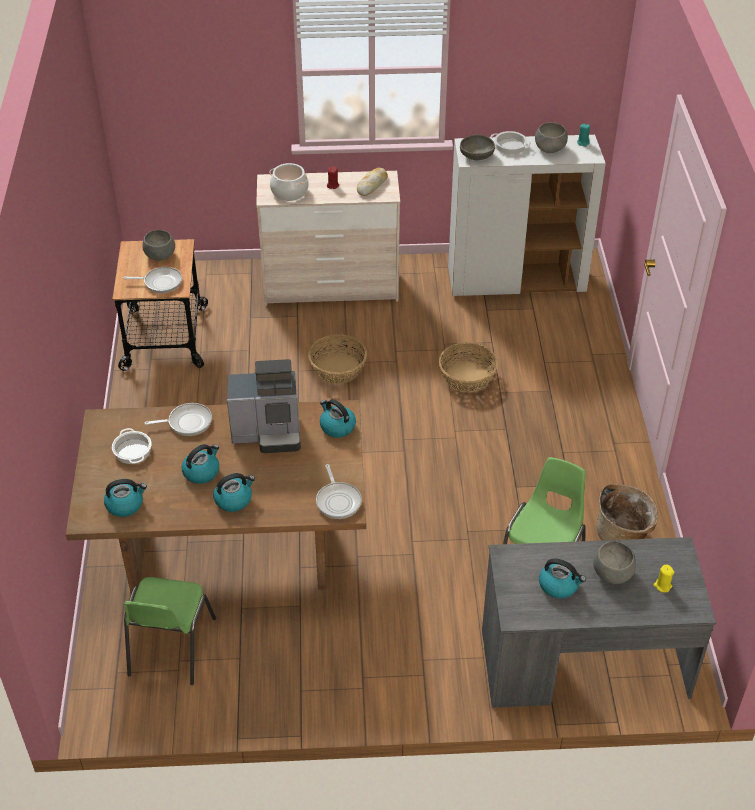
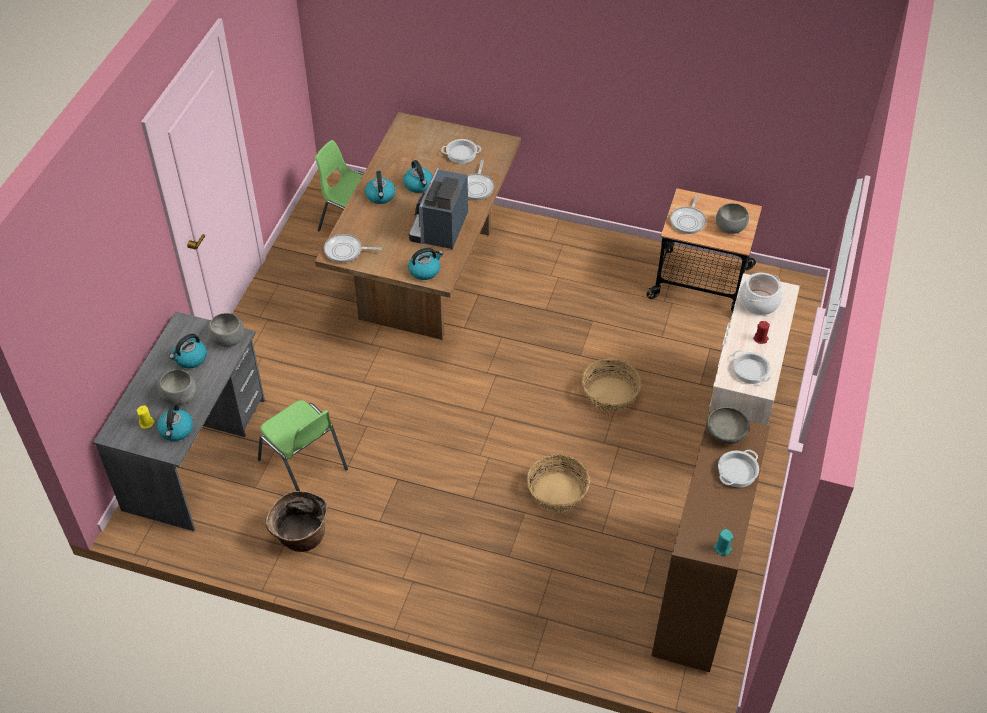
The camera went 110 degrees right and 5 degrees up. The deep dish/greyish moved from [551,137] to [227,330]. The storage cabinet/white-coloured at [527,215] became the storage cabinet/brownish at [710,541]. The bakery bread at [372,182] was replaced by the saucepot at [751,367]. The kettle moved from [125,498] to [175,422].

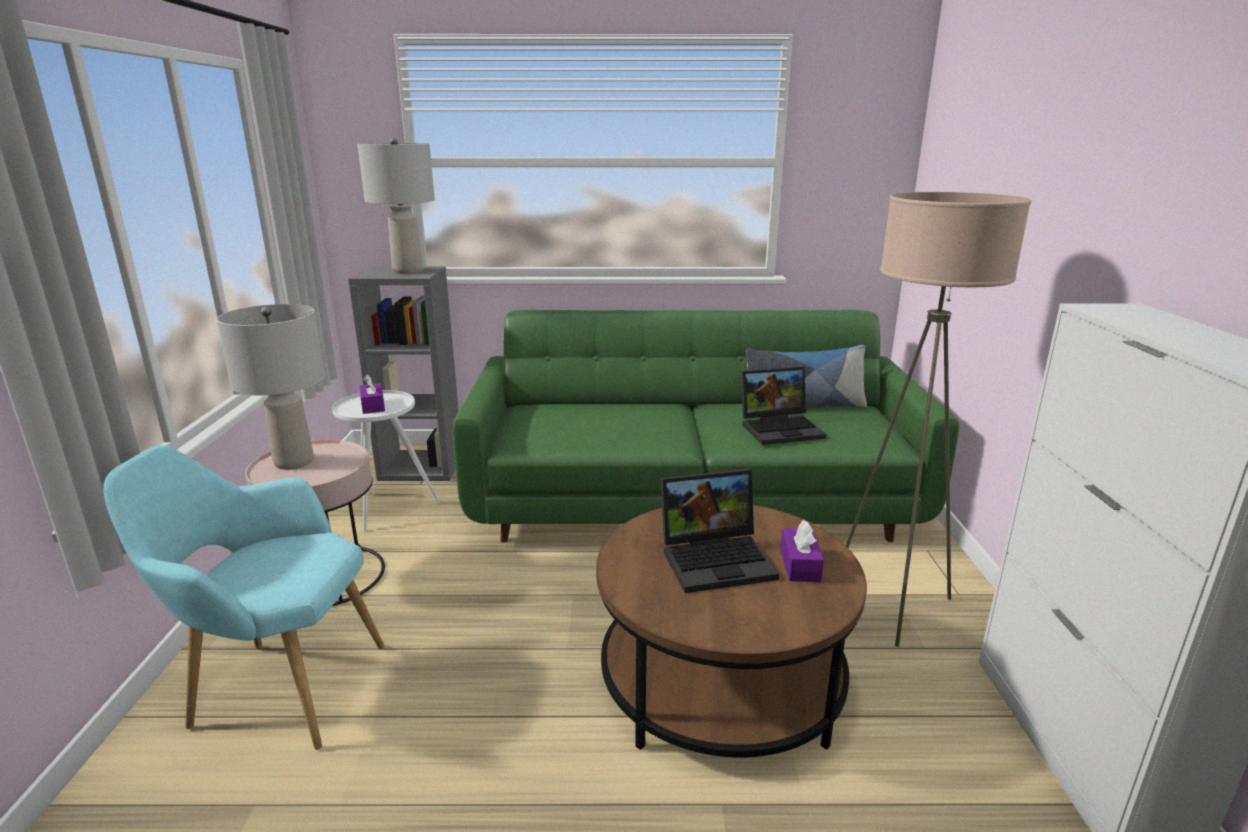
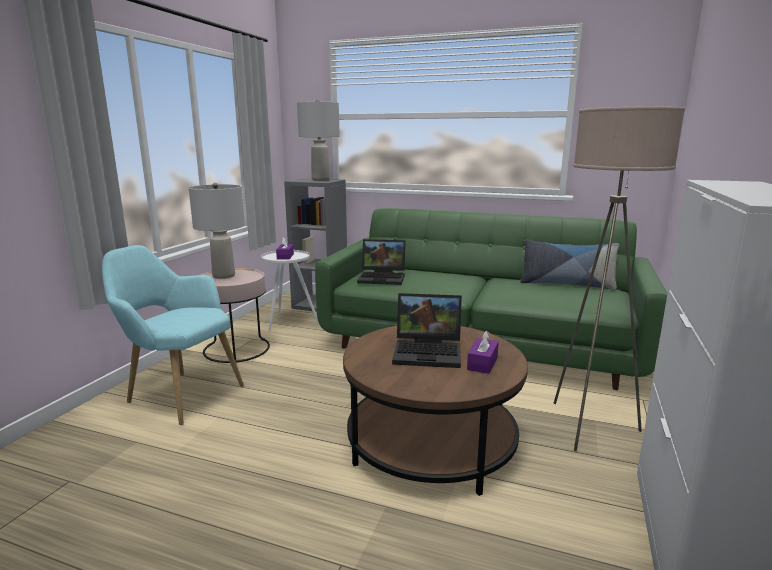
The camera went 20 degrees right and 5 degrees down. The laptop moved from [783,406] to [381,262].

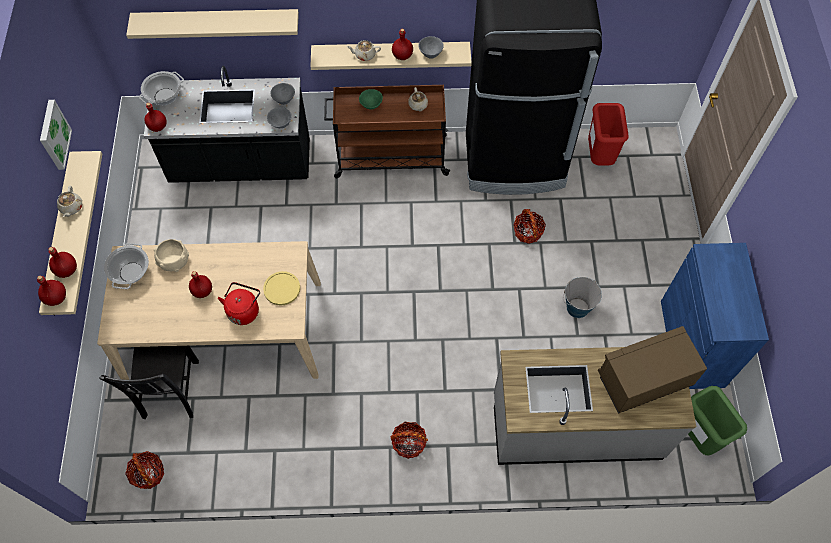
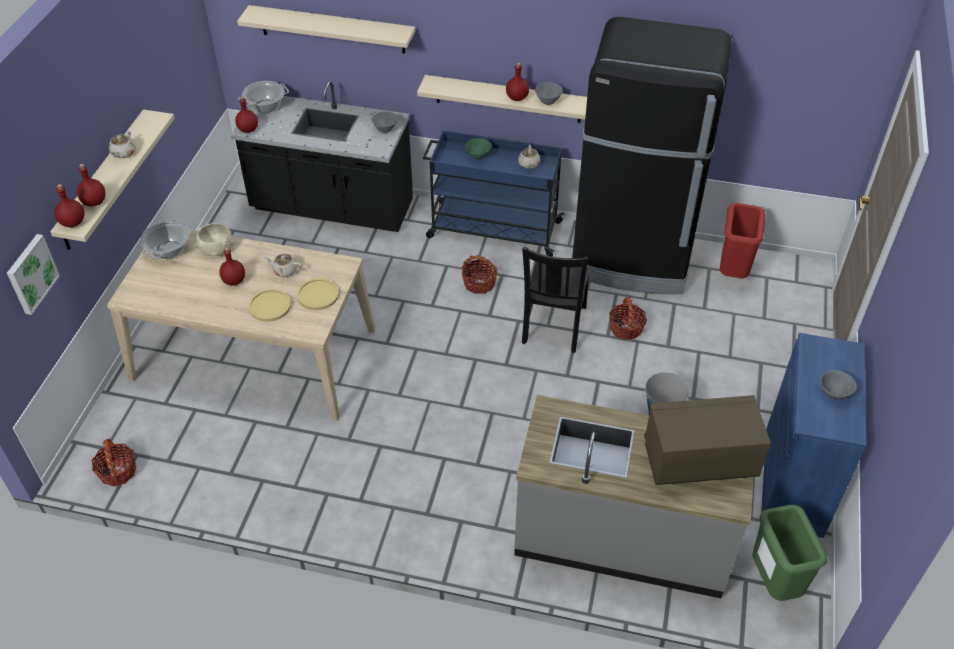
The camera went 15 degrees right and 15 degrees down. The teapot/beige moved from [364,50] to [282,265]. The cart/brownish at [387,131] became the cart/bluish at [494,194]. The picture moved from [56,135] to [33,274]. The deep dish/greyish moved from [279,117] to [839,385]. The kettle/reddish at [239,303] was replaced by the flat dish/yellow-coloured at [270,305]. The chair/black-coloured moved from [149,382] to [556,300]. The household basket moved from [409,440] to [480,274].

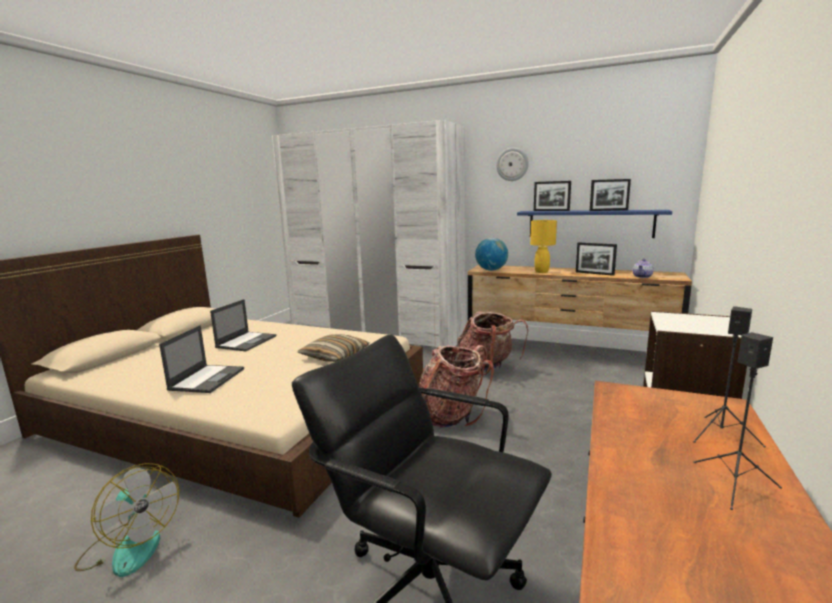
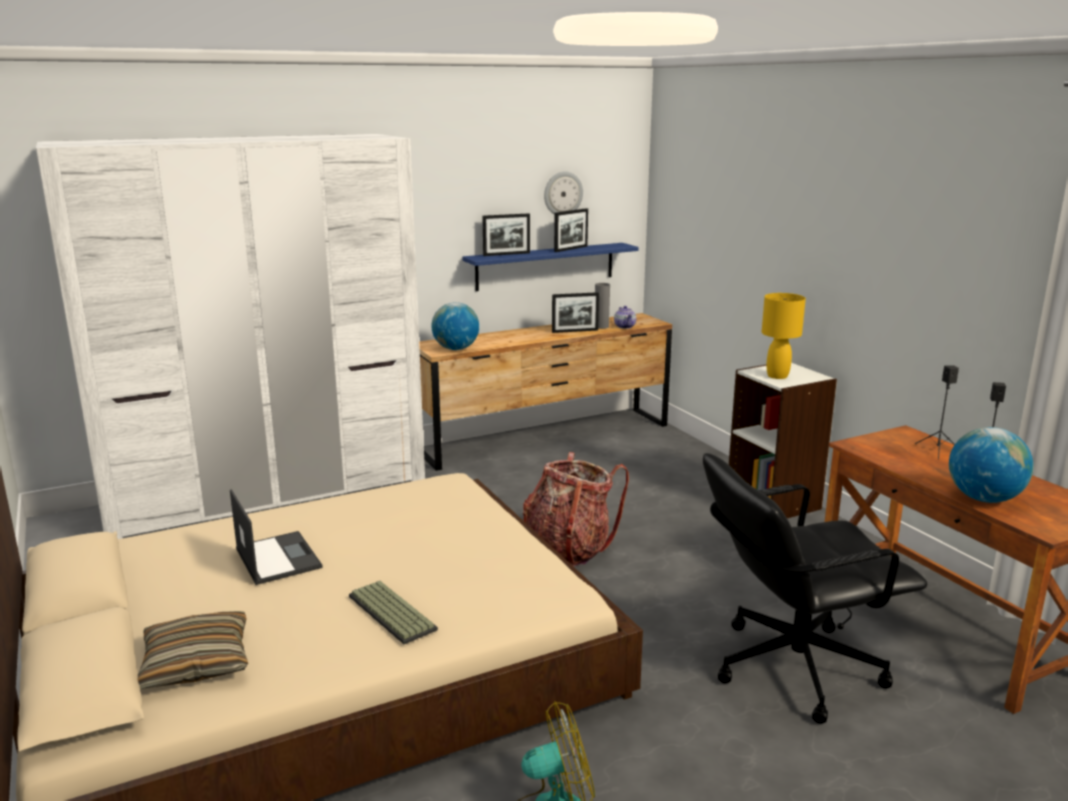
The camera went 50 degrees left and 5 degrees up. The clock on the wall moved from [512,164] to [563,193]. The lamp for a table/yellow-coloured moved from [543,246] to [784,336]. The backpack at [492,343] disappeared. The laptop at [201,359] was replaced by the PC keyboard at [393,612]. The cushion moved from [333,348] to [193,650]. The vase/greyish at [602,306] appeared. The desk globe at [991,465] appeared.

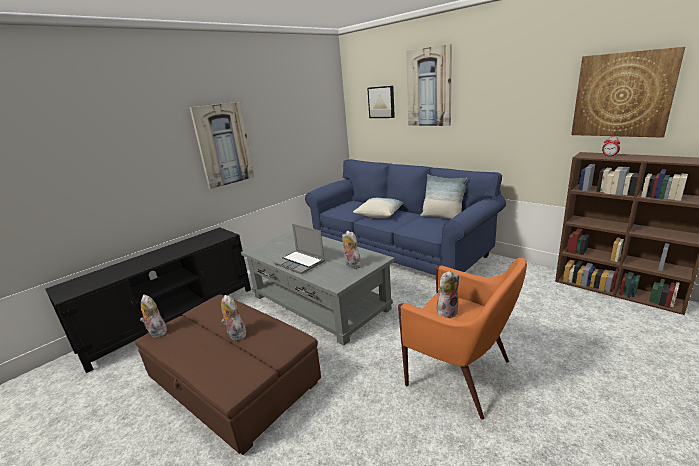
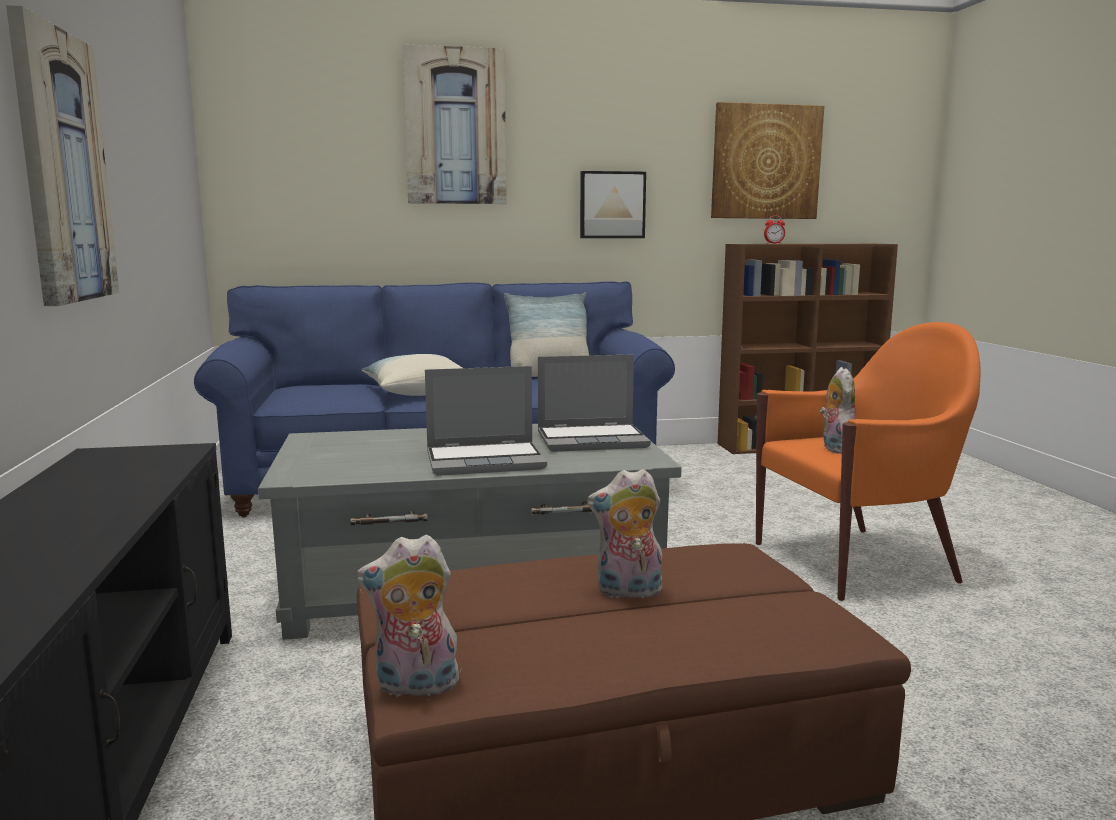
The camera went 55 degrees left and 10 degrees down. The picture moved from [381,102] to [613,204]. The cuddly toy at [352,250] was replaced by the laptop at [594,403].

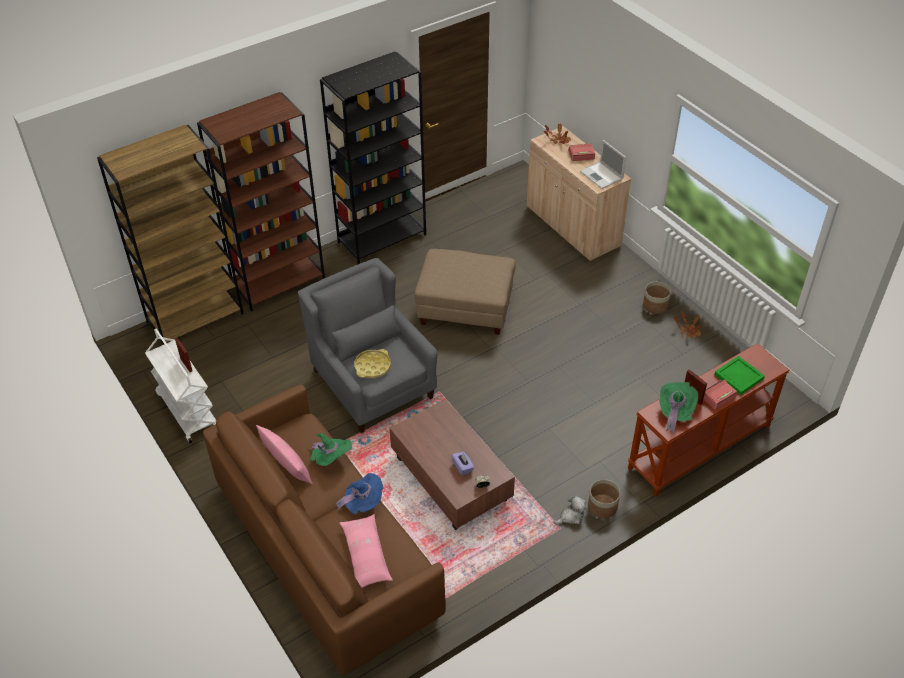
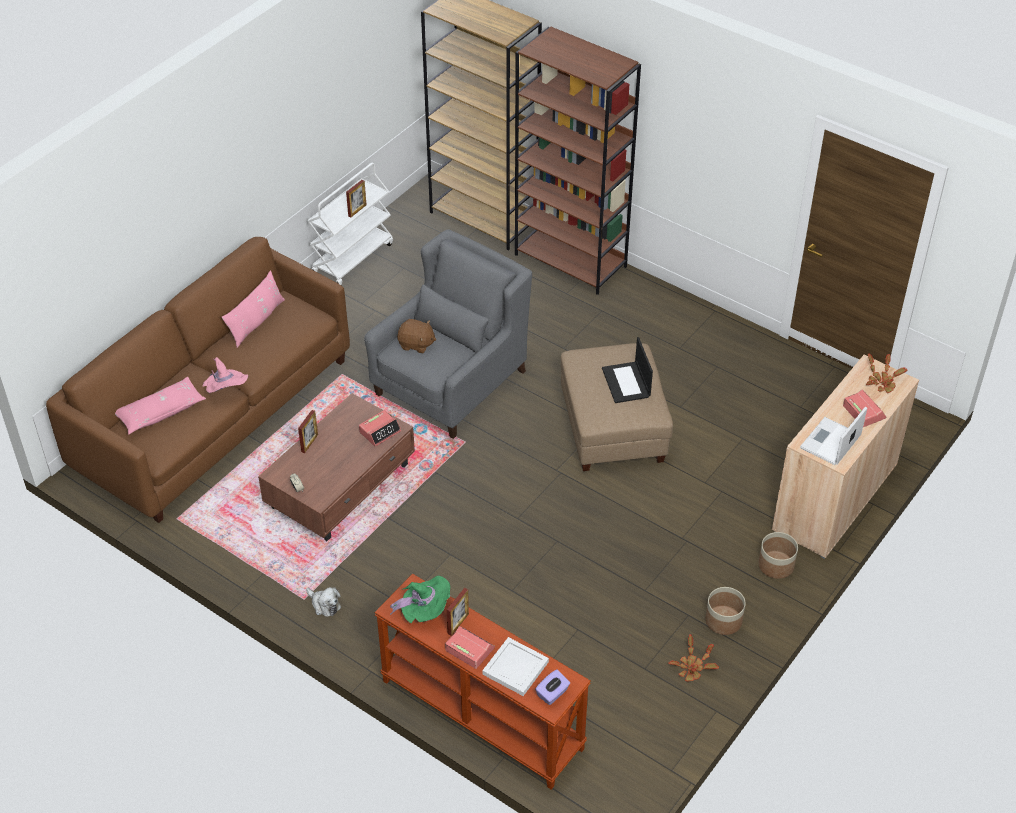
The camera went 70 degrees right and 0 degrees up. The bookshelf/black-coloured at [373,158] disappeared. The serving tray/yellow-coloured at [372,363] was replaced by the cuddly toy/brownish at [416,336]. The serving tray/green at [739,375] became the serving tray/white-coloured at [515,666]. The hat/green at [331,449] disappeared. The box of tissues/purple-coloured moved from [463,463] to [552,687]. The hat/bluish at [359,494] became the hat/pink at [225,375]. The flower pot moved from [604,498] to [778,555]. The laptop at [627,370] appeared. The photo frame at [308,431] appeared. The alarm clock at [380,428] appeared.

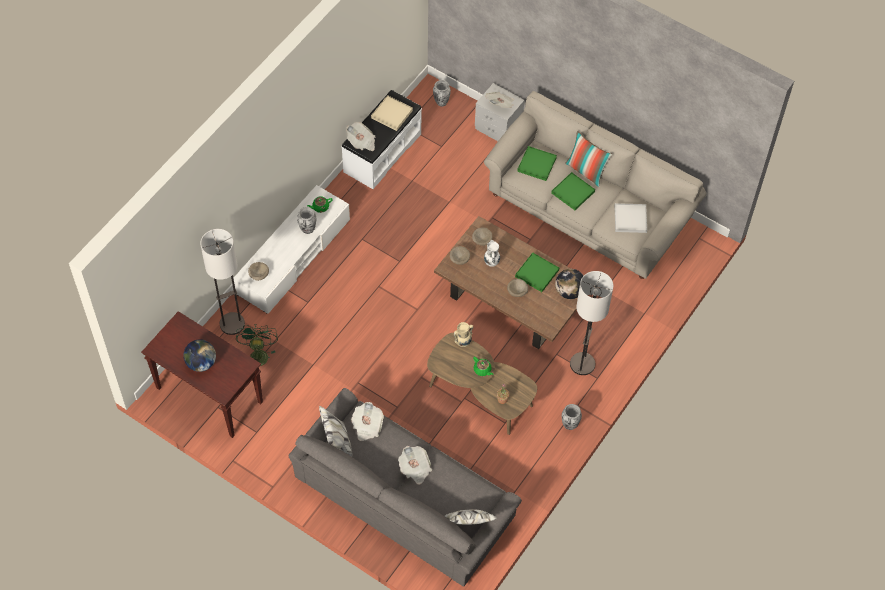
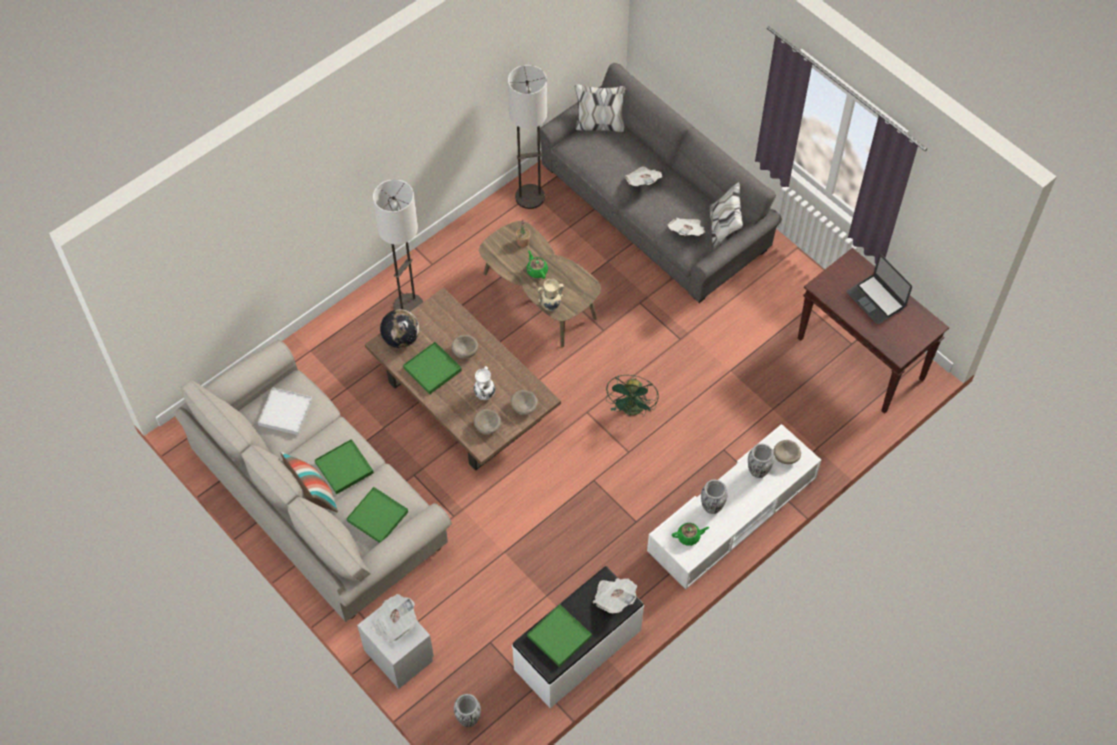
The camera went 165 degrees left and 0 degrees up. The serving tray/beige at [392,113] became the serving tray/green at [559,635]. The standing lamp moved from [222,282] to [527,137]. The cooling fan/green moved from [257,345] to [632,396]. The desk globe at [199,355] was replaced by the laptop at [879,289]. The vase moved from [572,417] to [761,461].

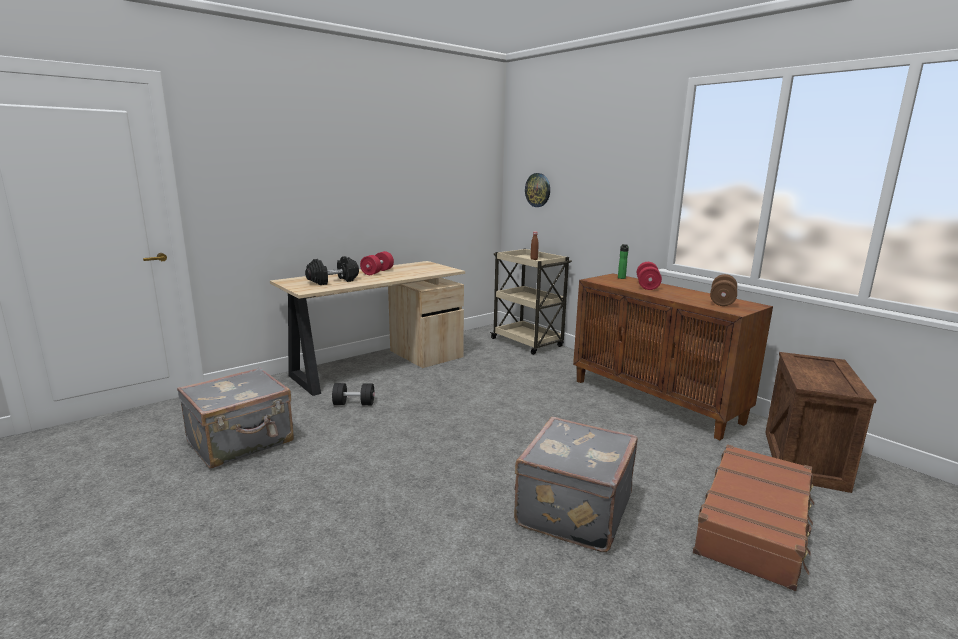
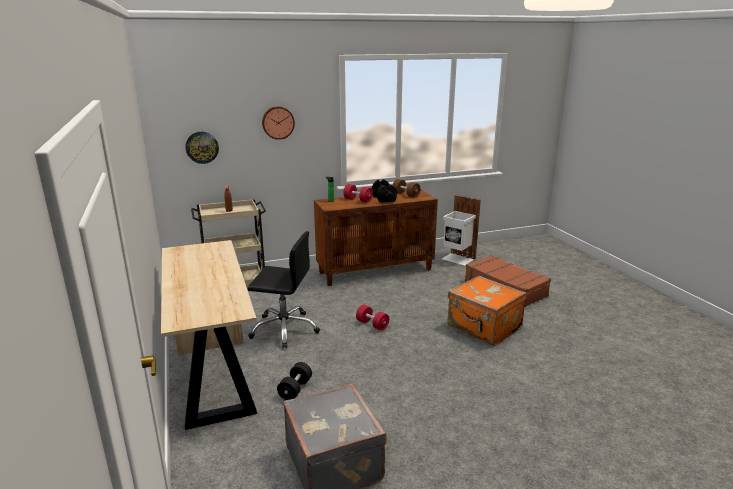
The camera went 70 degrees left and 5 degrees up. The hand weight/reddish moved from [377,263] to [372,318]. The hand weight/black-coloured moved from [332,270] to [384,191]. The shipping crate at [820,422] was replaced by the waste bin/white-coloured at [461,230]. The suitcase/greyish at [576,484] became the suitcase/orange-coloured at [487,310]. The clock on the wall at [278,123] appeared. The office chair/black-coloured at [284,290] appeared.

